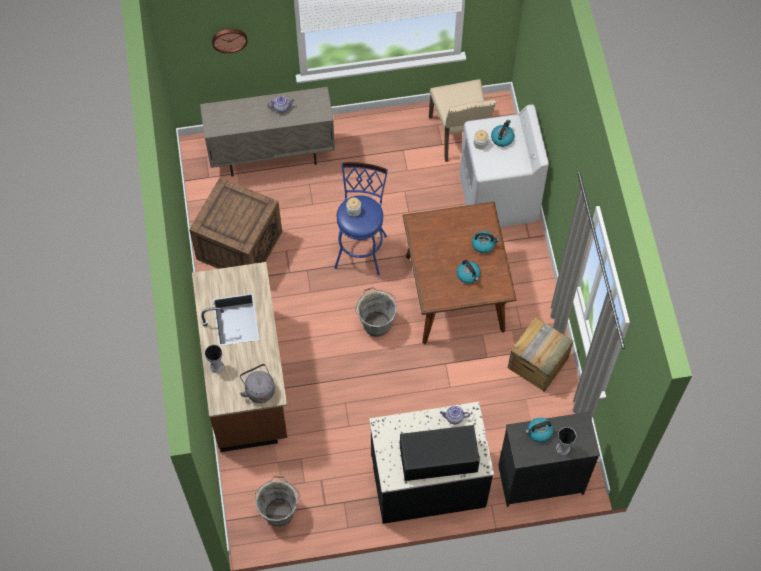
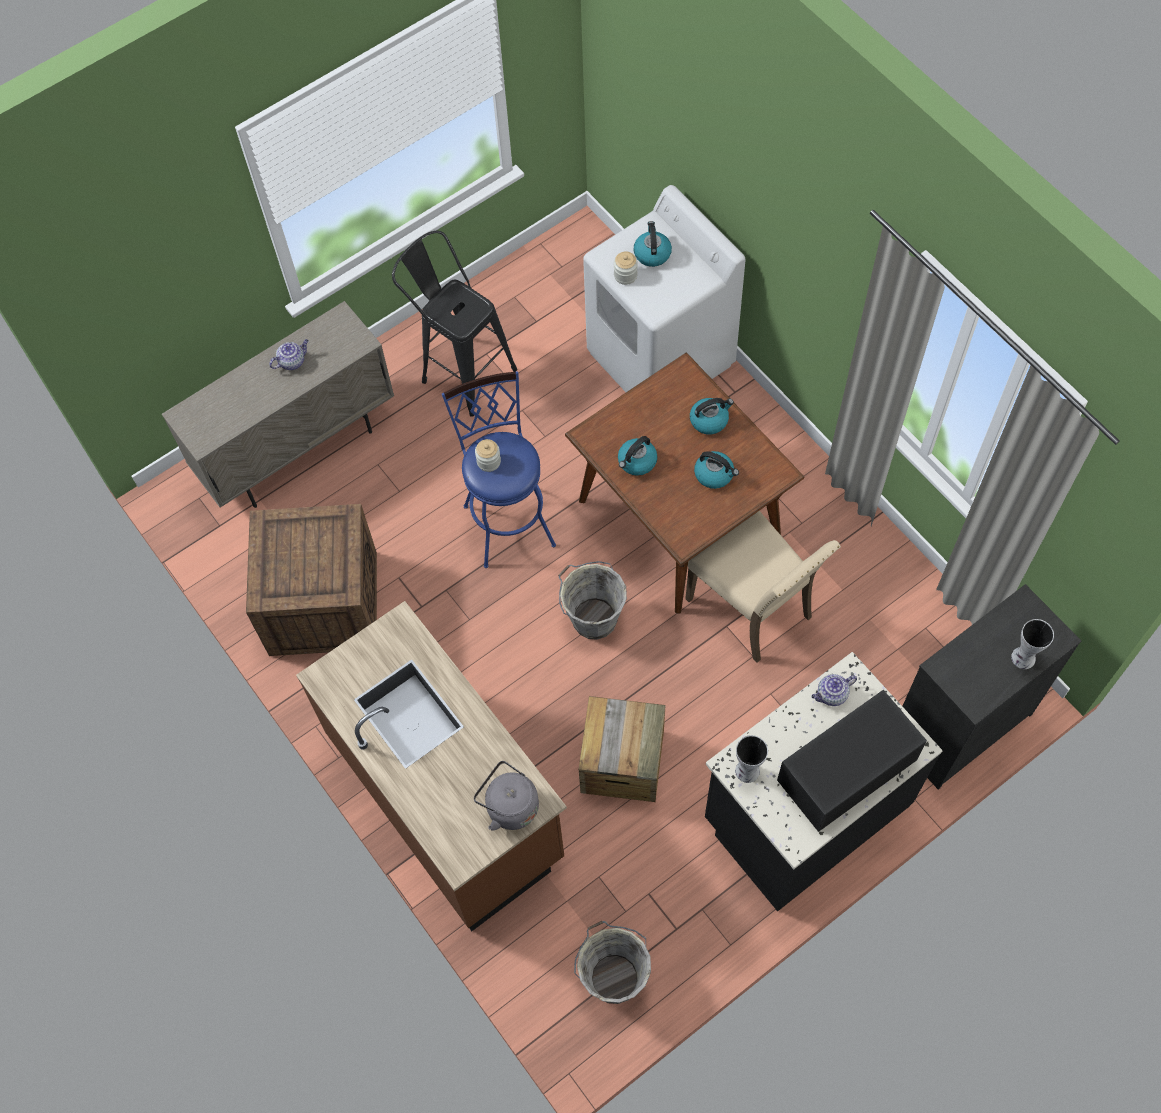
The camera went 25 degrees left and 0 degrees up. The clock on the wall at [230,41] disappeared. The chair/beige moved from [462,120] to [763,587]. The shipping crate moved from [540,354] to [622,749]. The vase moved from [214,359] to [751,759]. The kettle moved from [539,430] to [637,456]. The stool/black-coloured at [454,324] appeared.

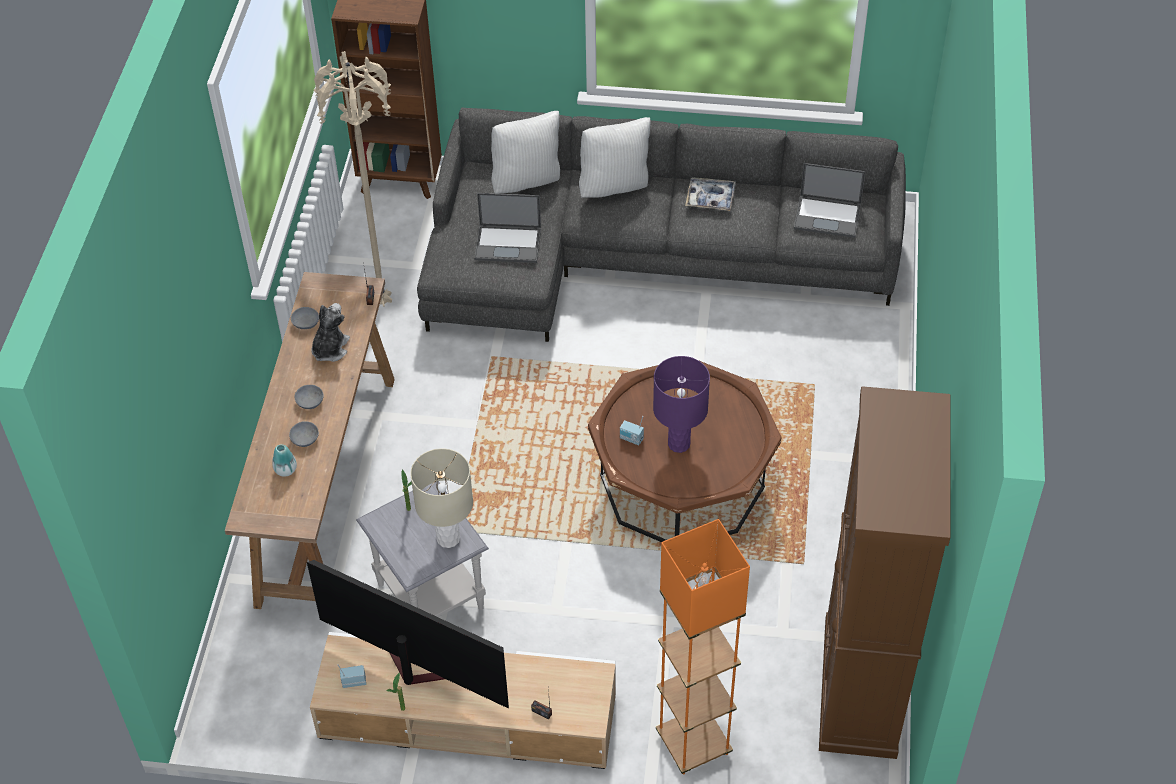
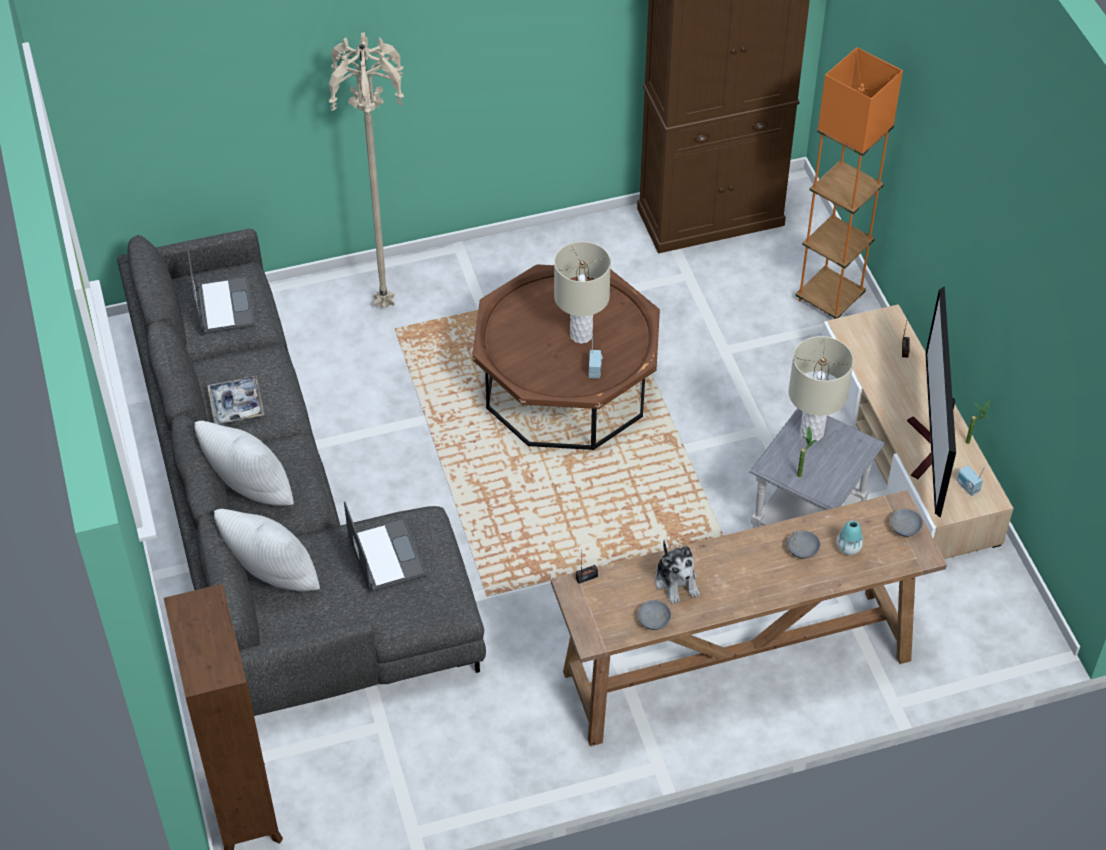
The camera went 115 degrees left and 0 degrees up. The standing lamp/beige moved from [353,179] to [366,171]. The cuddly toy at [330,332] turned 105 degrees counterclockwise. The lamp for a table/purple-coloured at [681,404] became the lamp for a table/beige at [582,292]. The deep dish/greyish moved from [309,397] to [906,523].

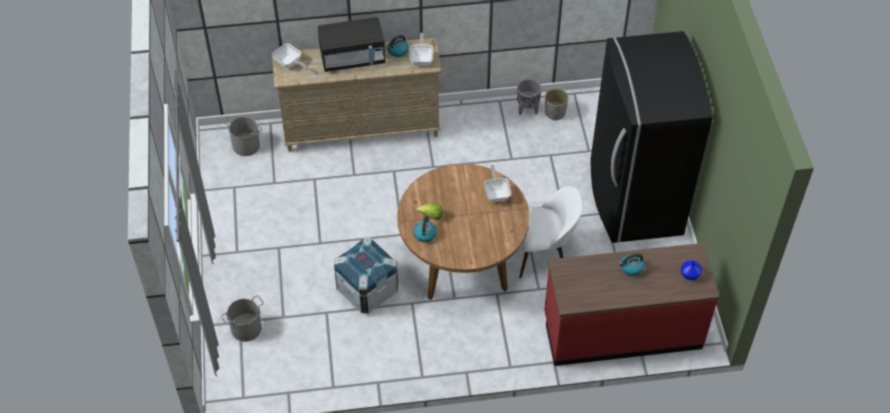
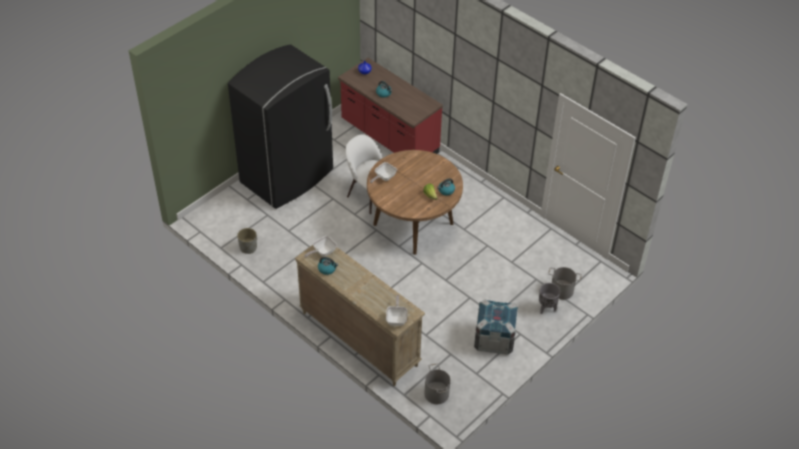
The camera went 130 degrees left and 5 degrees down. The microwave/black-coloured at [351,44] disappeared. The flower pot/greyish moved from [529,97] to [549,298]. The shipping crate moved from [366,276] to [496,327].

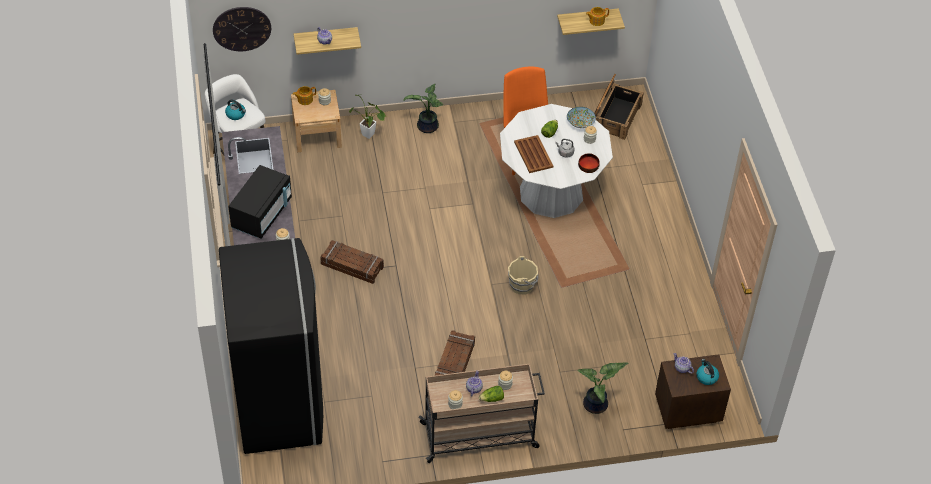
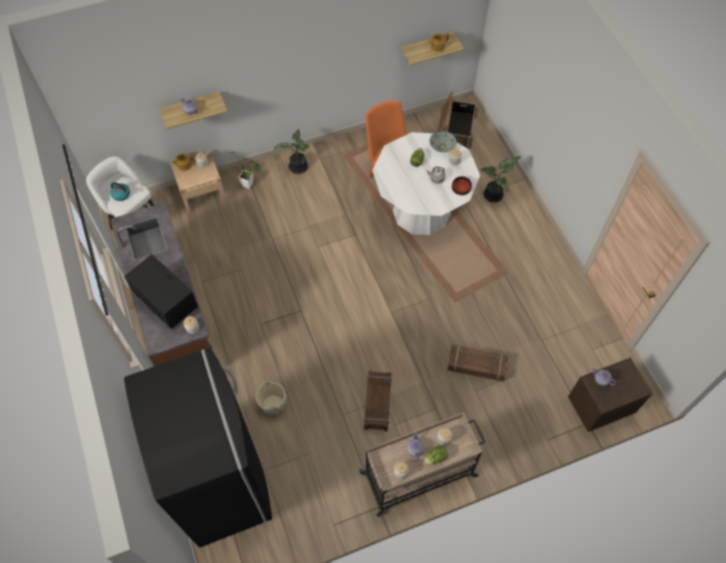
The camera went 10 degrees left and 10 degrees up. The clock on the wall at [242,29] disappeared. The serving tray/brownish at [533,154] disappeared. The microwave/black-coloured at [260,202] turned 60 degrees counterclockwise. The shipping crate moved from [352,262] to [478,363]. The bucket/beige moved from [523,275] to [271,397]. The kettle at [707,372] disappeared. The potted plant moved from [602,388] to [500,179].

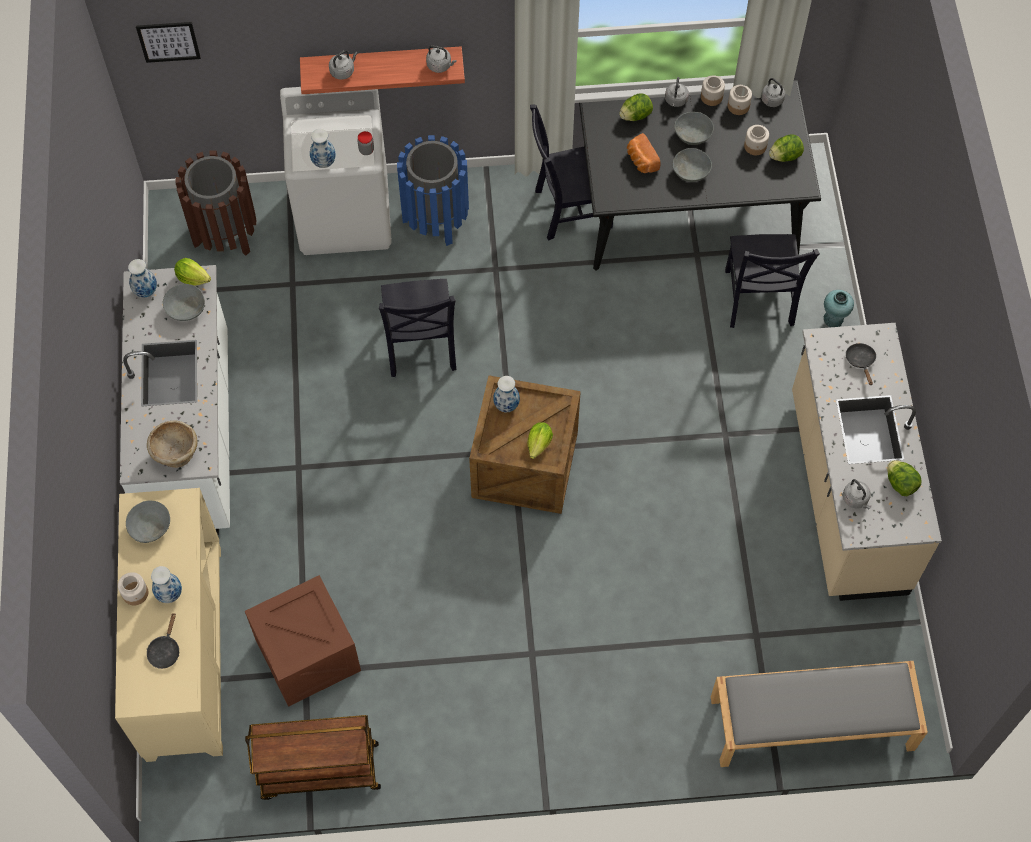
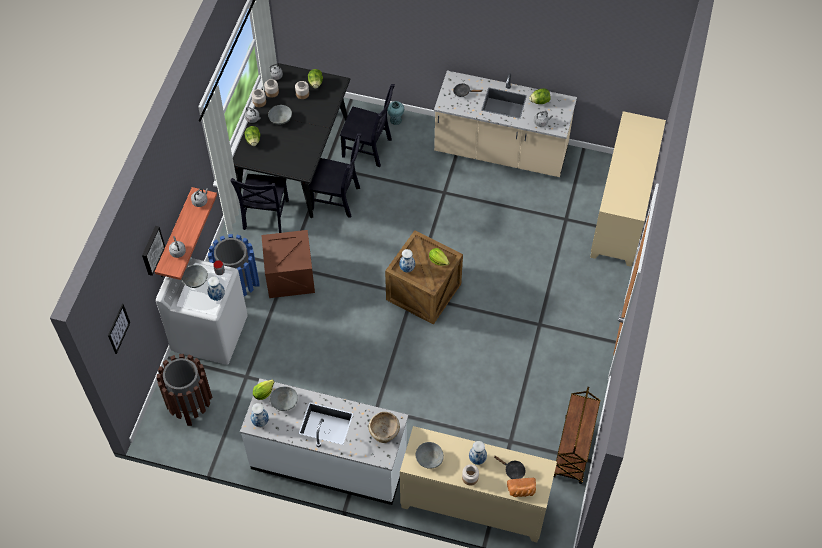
The camera went 70 degrees left and 5 degrees down. The bakery bread moved from [644,153] to [521,487]. The deep dish/greyish moved from [692,165] to [195,276]. The chair/black-coloured moved from [417,328] to [335,175]. The shipping crate moved from [303,641] to [288,264]. The bench/greyish at [819,714] was replaced by the storage cabinet/beige at [628,189]. The picture at [153,251] appeared.

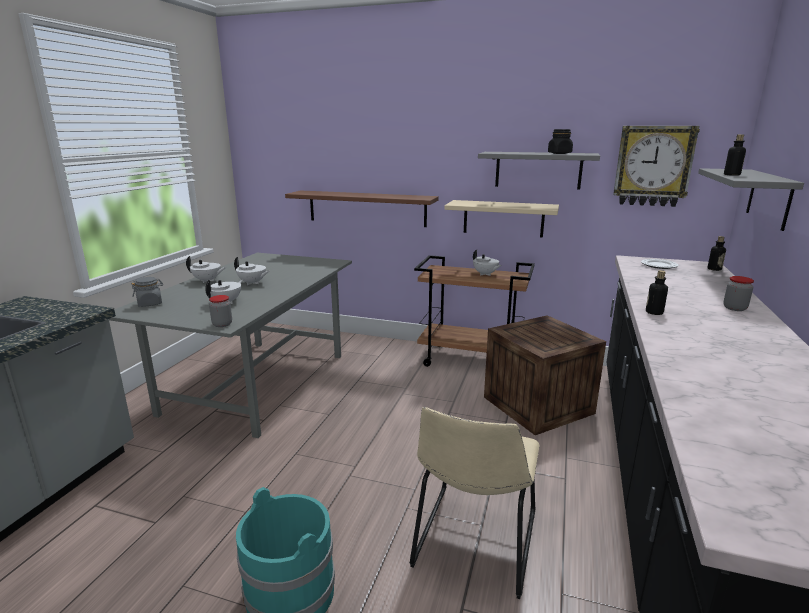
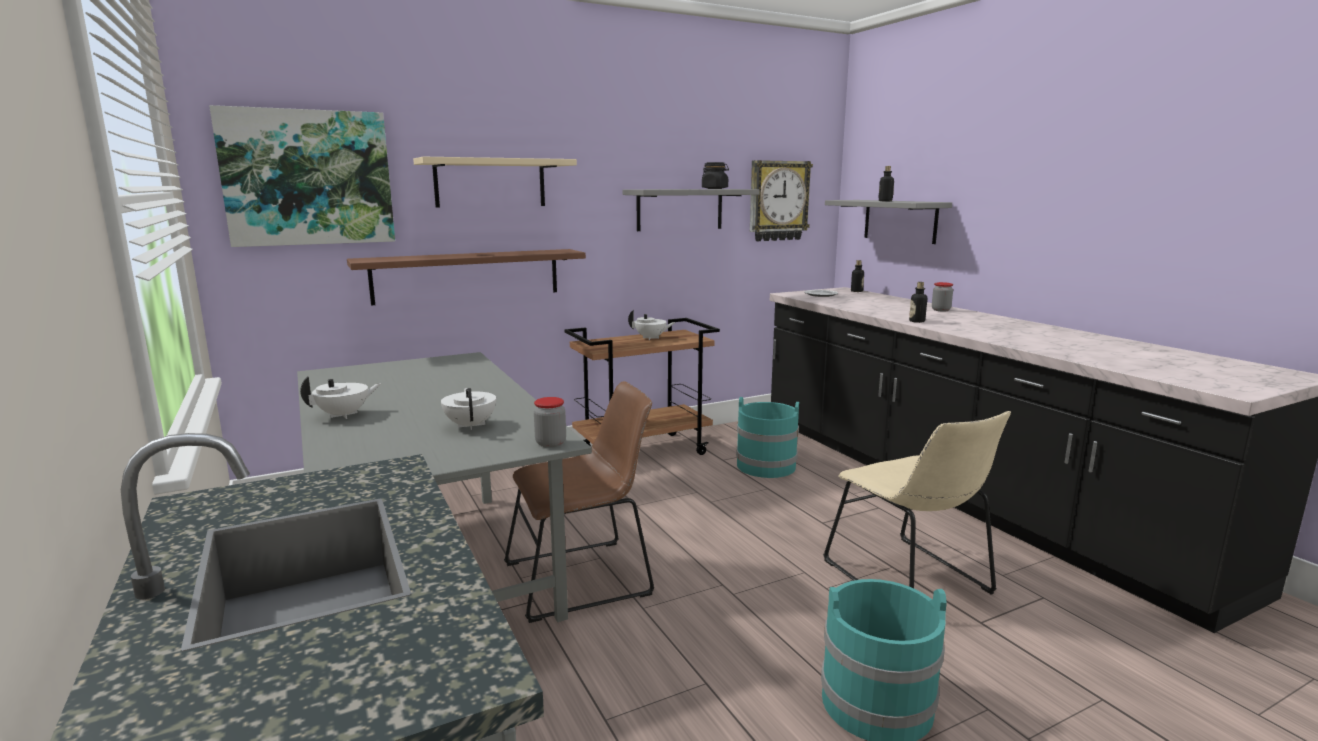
The camera went 45 degrees left and 5 degrees down. The bracket shelf/beige moved from [501,219] to [495,182]. The teapot/white-coloured at [251,271] disappeared. The preserve jar/greyish at [147,292] disappeared. The shipping crate at [545,375] was replaced by the bucket/turquoise at [767,437]. The picture at [302,176] appeared. The chair/brownish at [579,502] appeared.

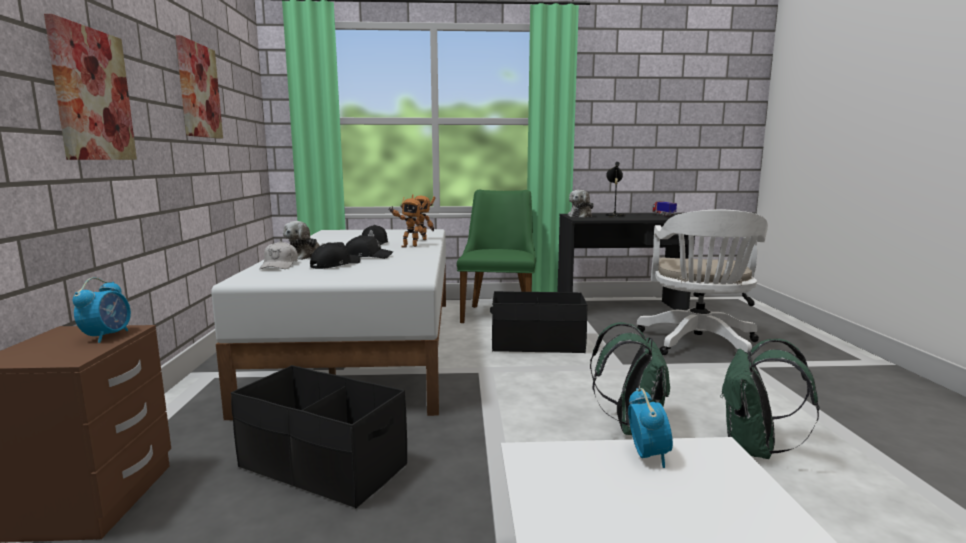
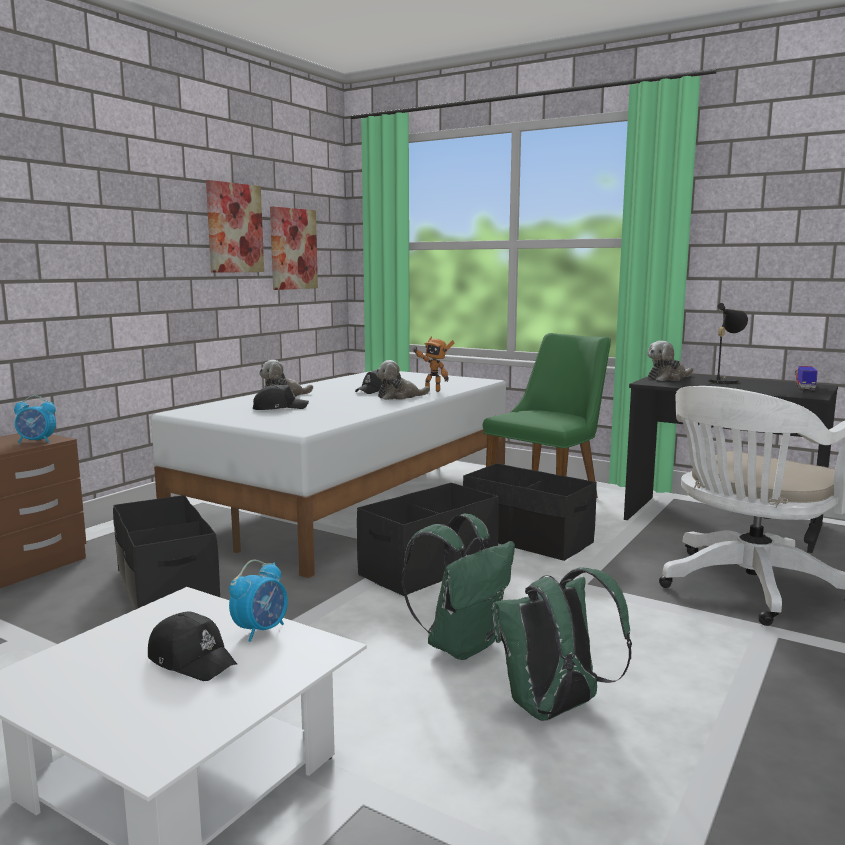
The camera went 35 degrees right and 0 degrees up. The picture moved from [90,87] to [294,248]. The robot figure at [408,222] was replaced by the cuddly toy at [402,380]. The peaked cap/black-coloured moved from [369,247] to [192,646]. The peaked cap/white-coloured at [279,255] disappeared. The alarm clock at [102,310] turned 45 degrees clockwise. The storage container/black-coloured at [428,539] appeared.

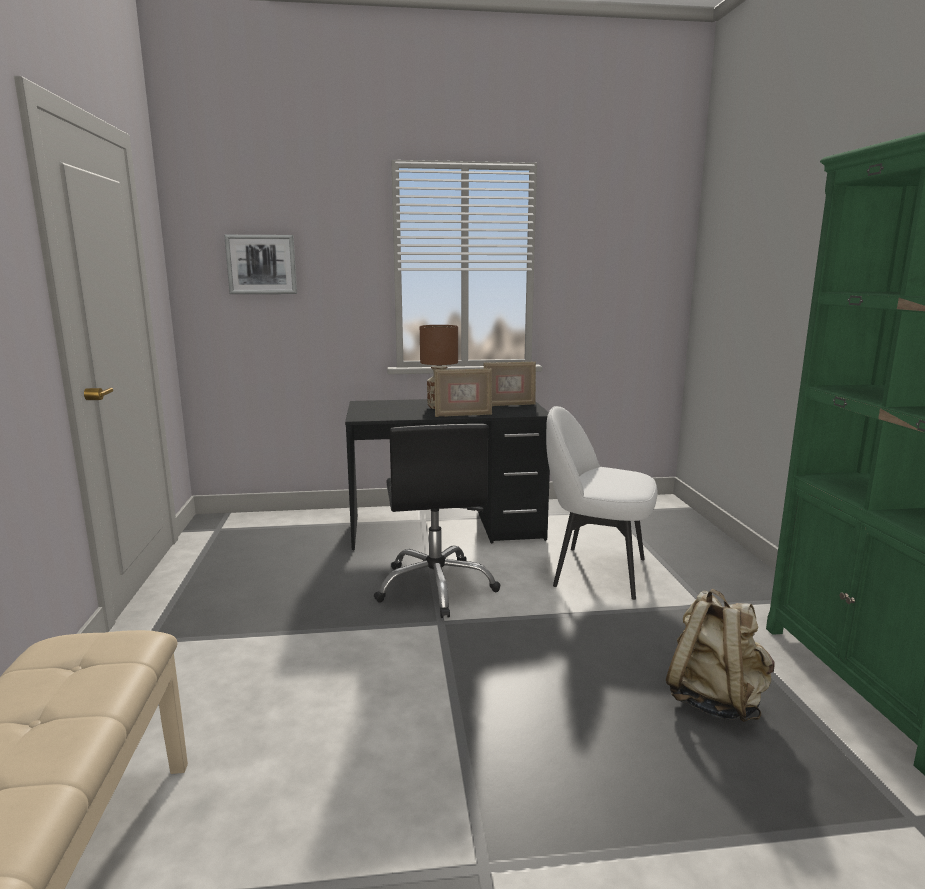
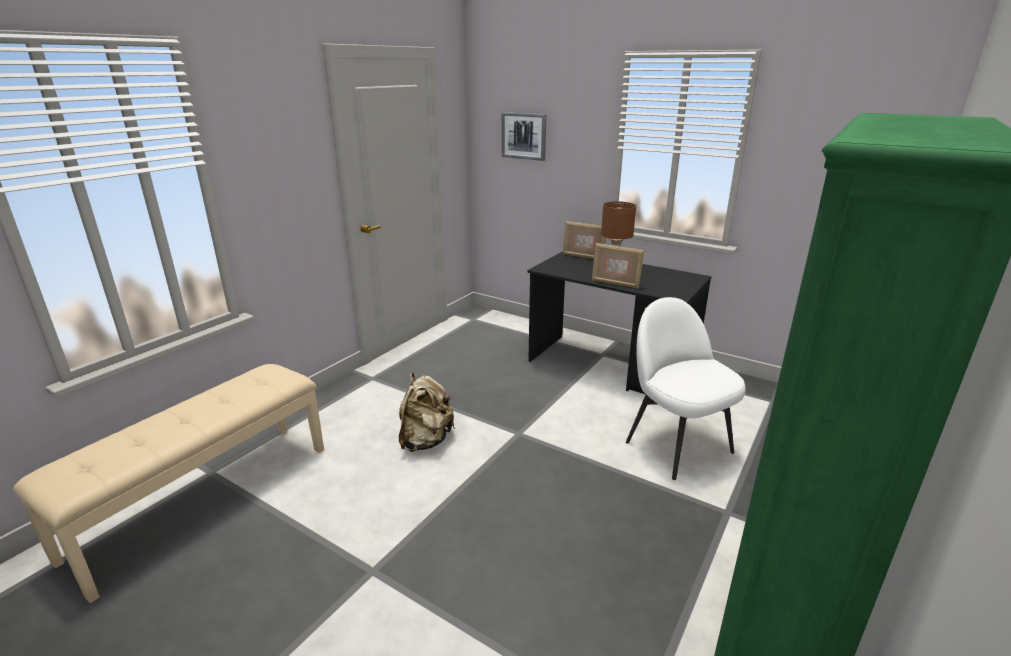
The camera went 40 degrees right and 10 degrees up. The photo frame moved from [509,383] to [584,240]. The office chair/black-coloured at [437,521] disappeared. The backpack/beige moved from [720,655] to [427,412].

